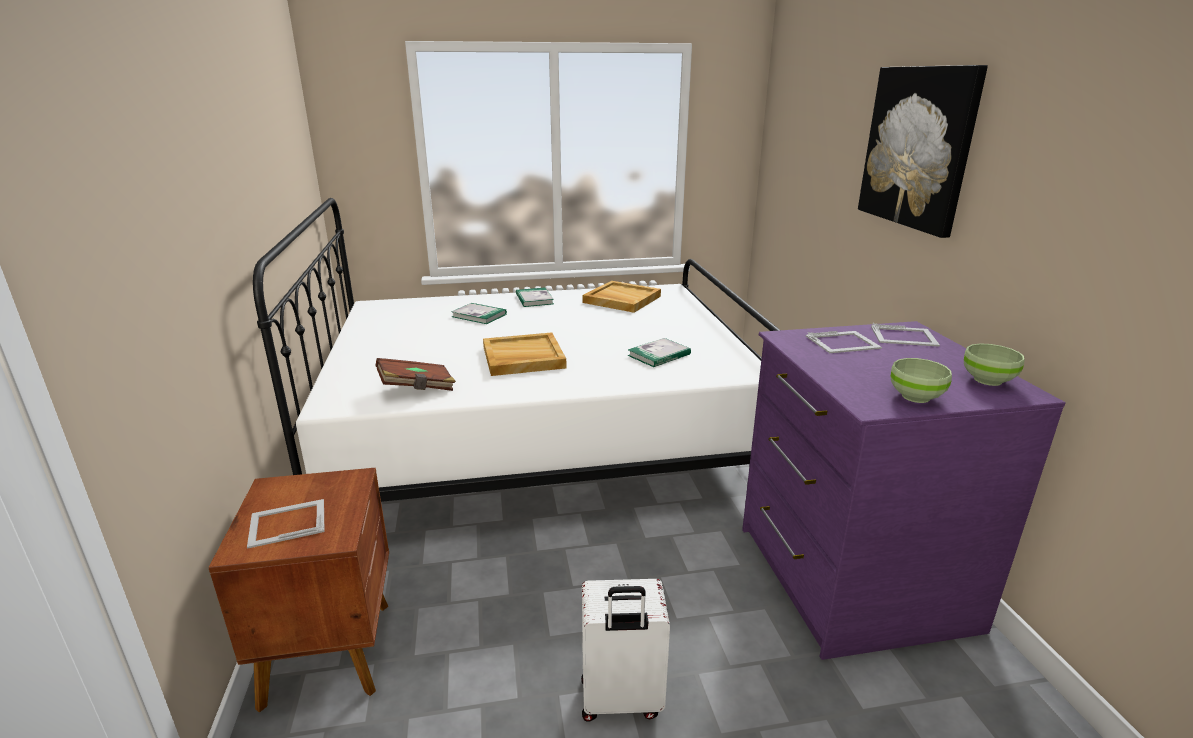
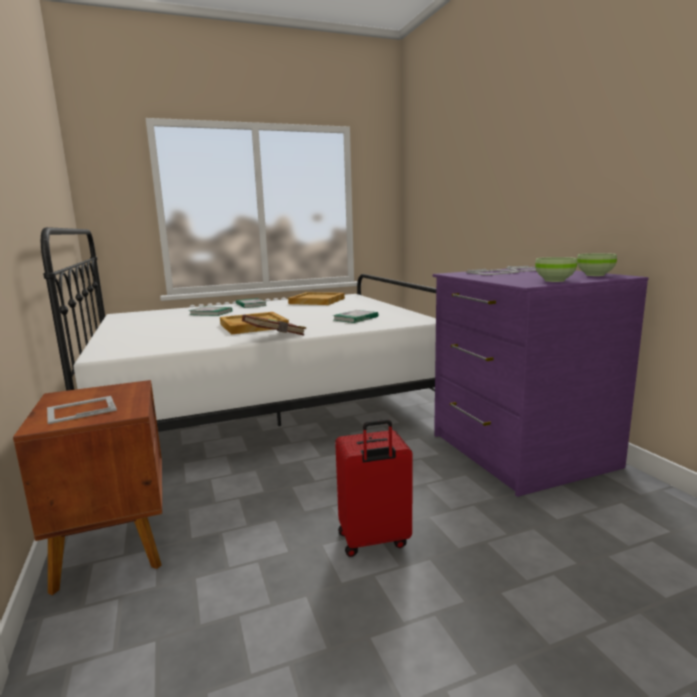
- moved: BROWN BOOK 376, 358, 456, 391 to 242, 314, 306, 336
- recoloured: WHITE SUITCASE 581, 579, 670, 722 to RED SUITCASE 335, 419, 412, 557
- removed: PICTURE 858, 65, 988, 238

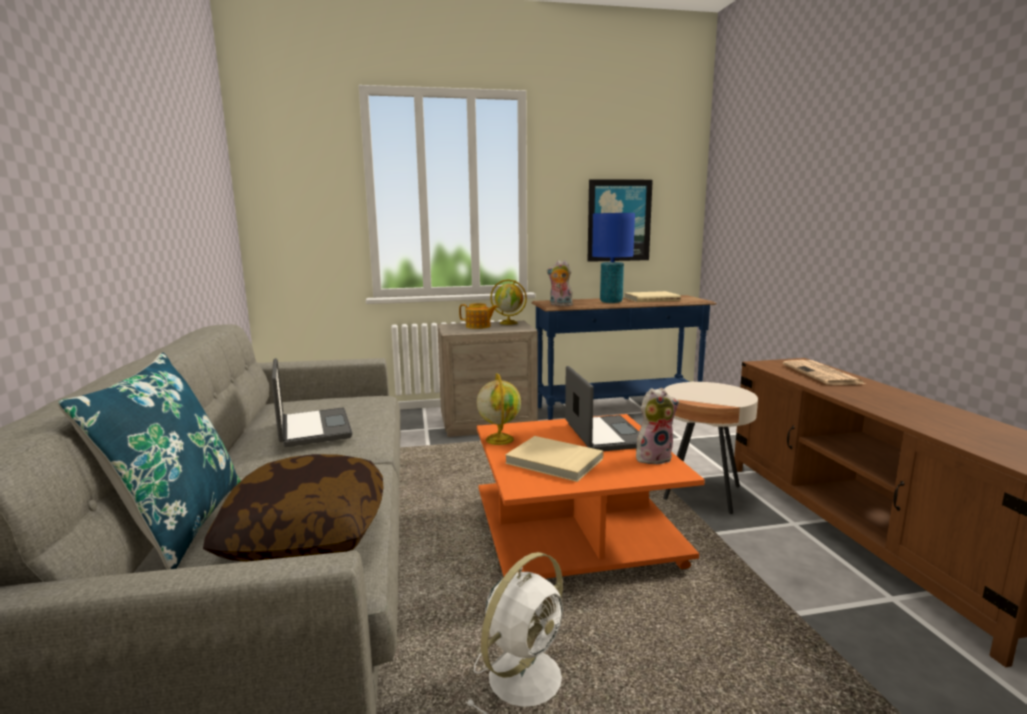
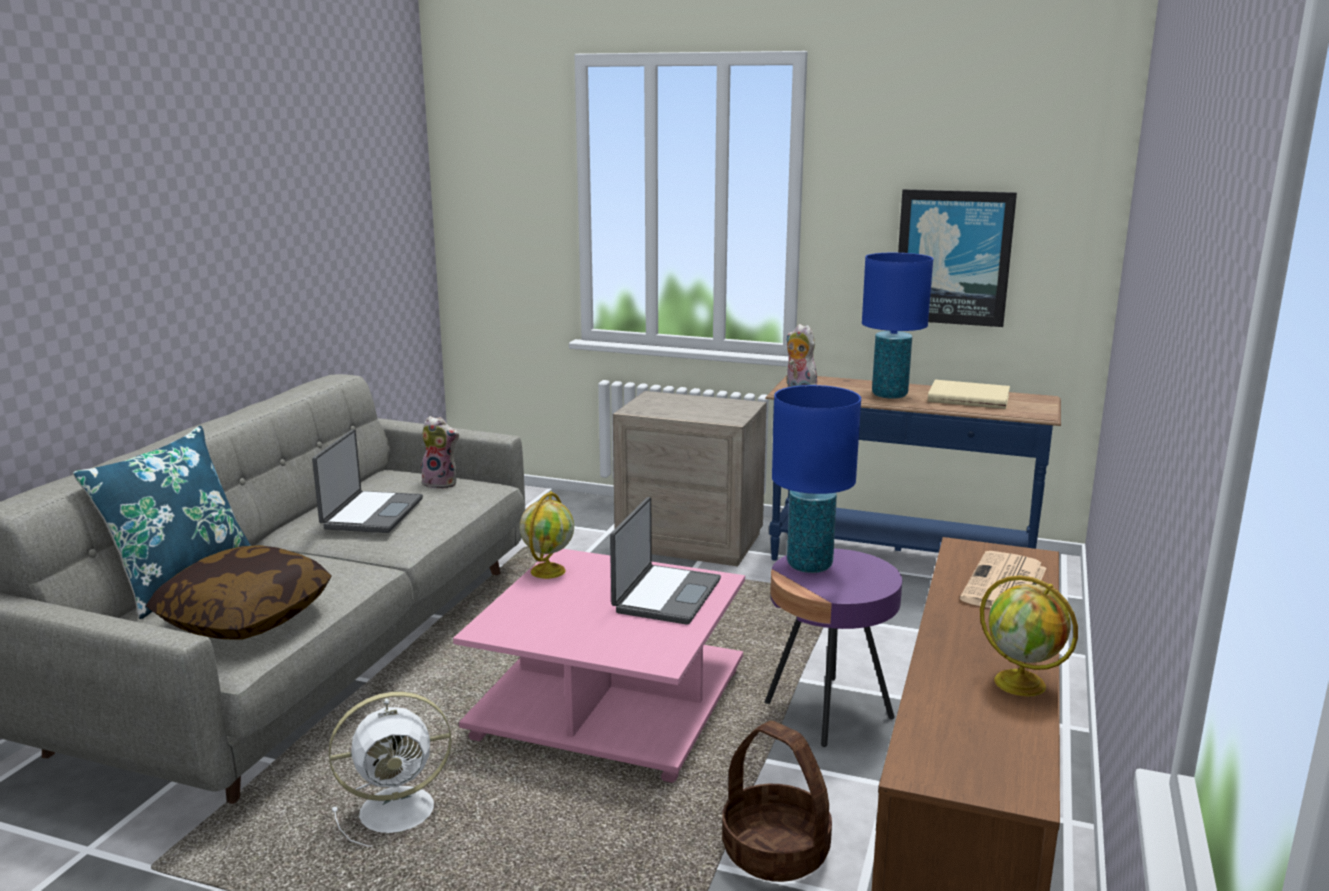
- removed: TEAPOT 459, 303, 498, 329
- recoloured: ORANGE COFFEE TABLE 477, 414, 705, 579 to PINK COFFEE TABLE 453, 549, 745, 783
- moved: GLOBE 490, 279, 527, 325 to 980, 575, 1078, 697
- removed: BEIGE BOOK 505, 436, 604, 482
- moved: PLUSH TOY 636, 388, 679, 465 to 421, 416, 459, 489
- recoloured: BEIGE SIDE TABLE 663, 382, 758, 514 to PURPLE SIDE TABLE 765, 549, 902, 747
- added: BASKET 722, 721, 832, 882
- added: BLUE TABLE LAMP 772, 385, 861, 573

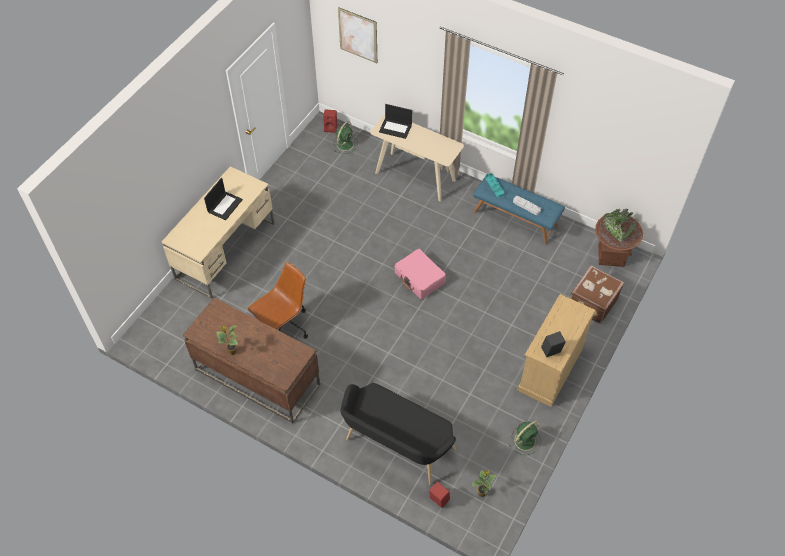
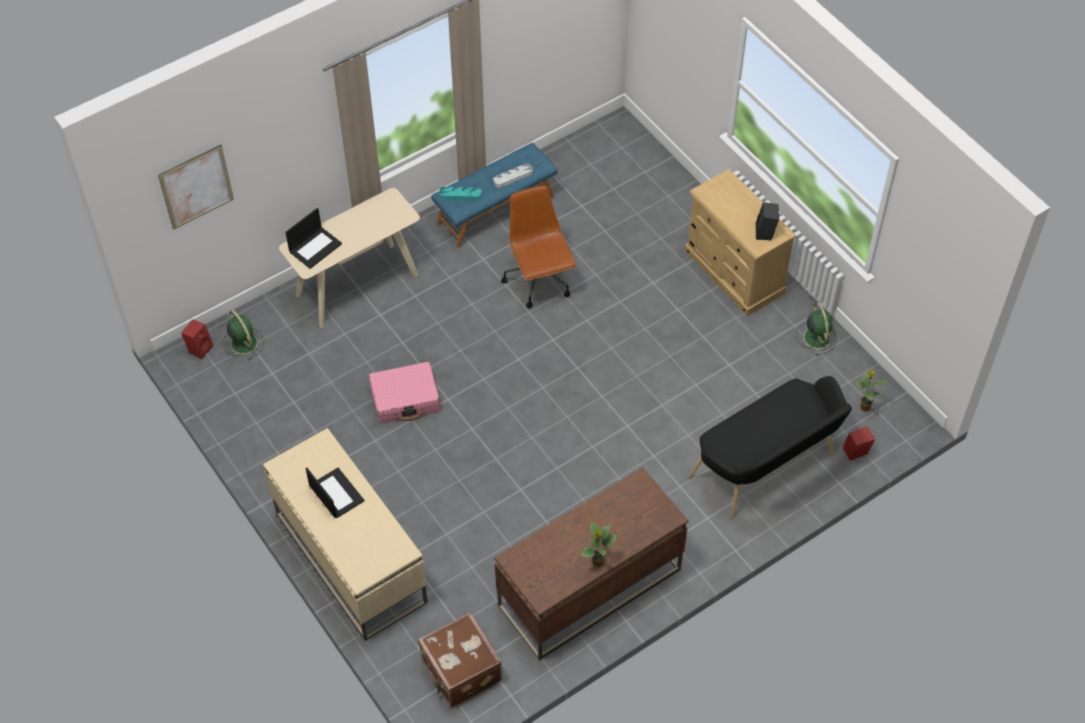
- moved: BROWN OFFICE CHAIR 248, 262, 308, 339 to 501, 186, 576, 308
- moved: PINK SUITCASE 394, 248, 446, 299 to 369, 362, 441, 423
- moved: BROWN SUITCASE 570, 265, 624, 324 to 418, 613, 502, 707
- removed: BROWN PLANTER 595, 209, 643, 267

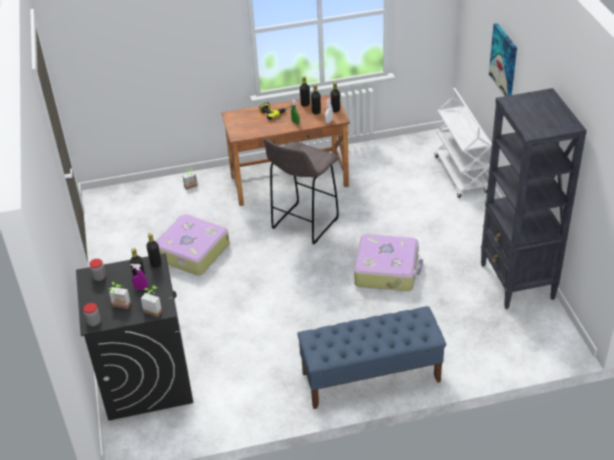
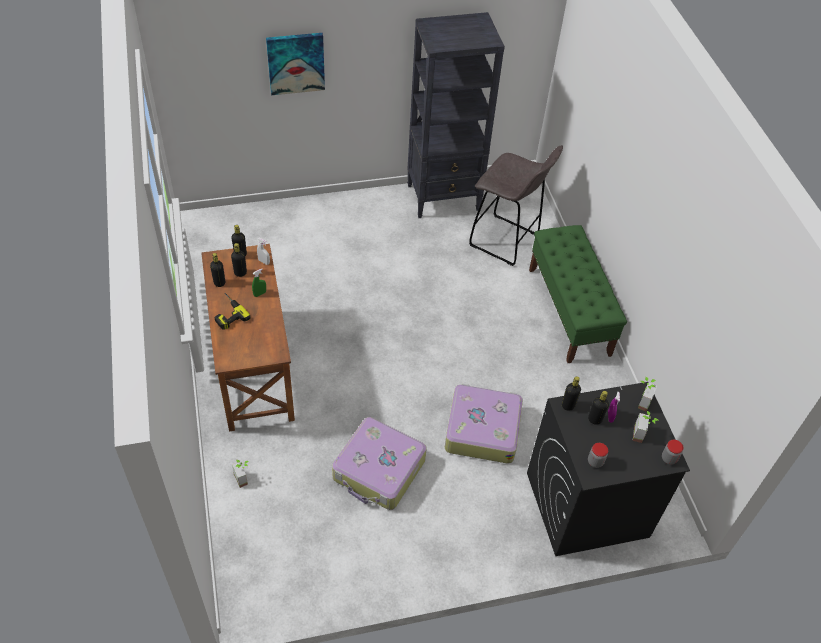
- moved: GREY STOOL 264, 139, 339, 245 to 469, 145, 563, 266
- recoloured: BLUE BENCH 297, 306, 446, 409 to GREEN BENCH 529, 225, 627, 363
- moved: SUITCASE 354, 234, 423, 291 to 445, 384, 523, 463
- removed: WHITE CART 434, 88, 492, 198

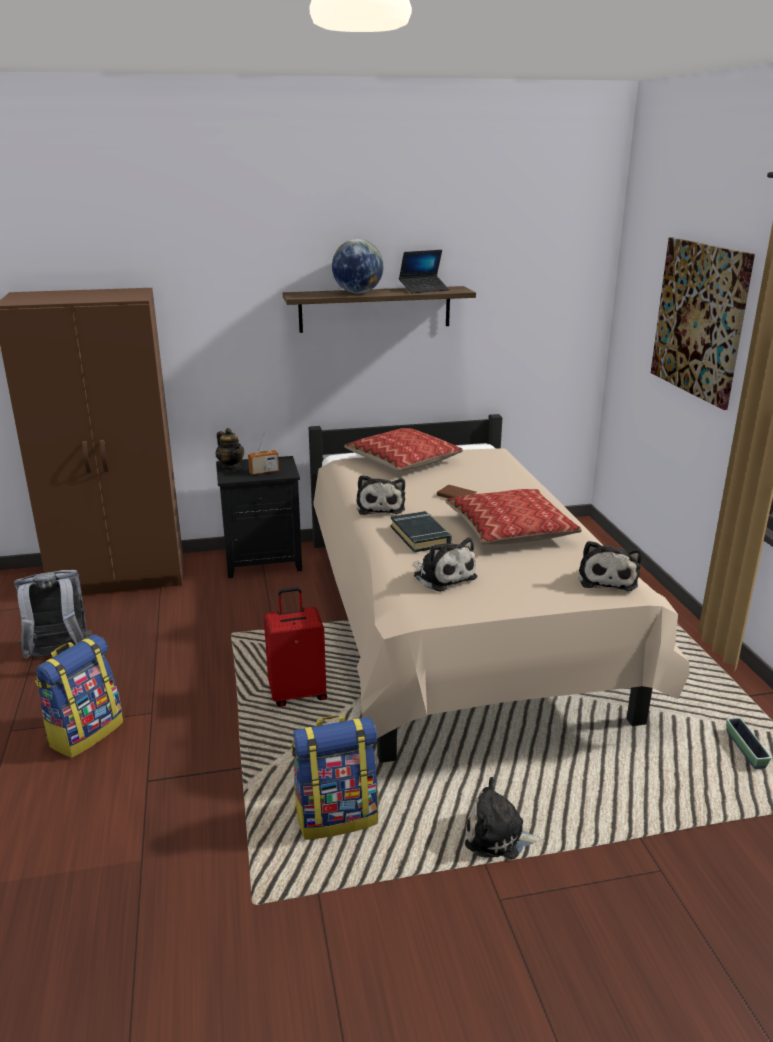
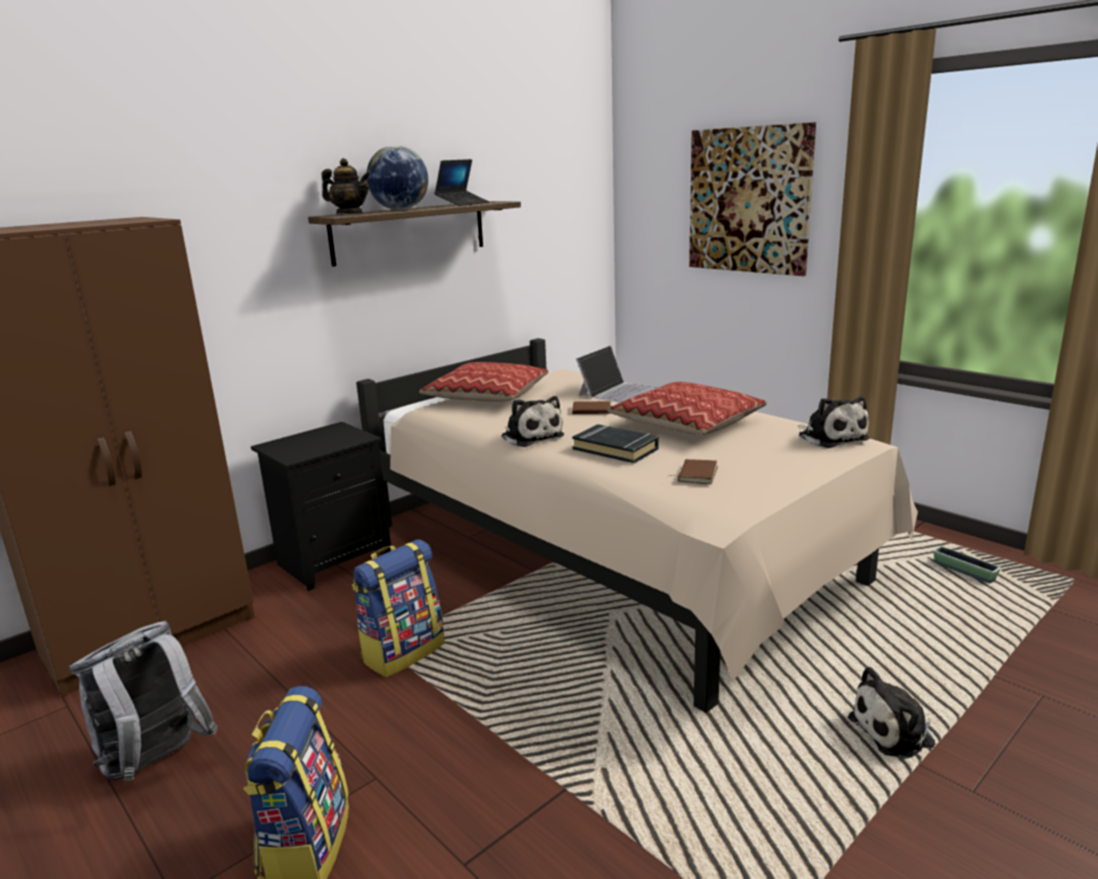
- moved: TEAPOT 215, 428, 244, 470 to 322, 158, 370, 214
- removed: RADIO 248, 434, 279, 475
- removed: RED SUITCASE 264, 587, 327, 707
- moved: BACKPACK 292, 715, 378, 840 to 352, 539, 445, 677
- replaced: PLUSH TOY 414, 538, 477, 592 to BROWN BOOK 669, 459, 718, 485
- added: LAPTOP 576, 345, 657, 403

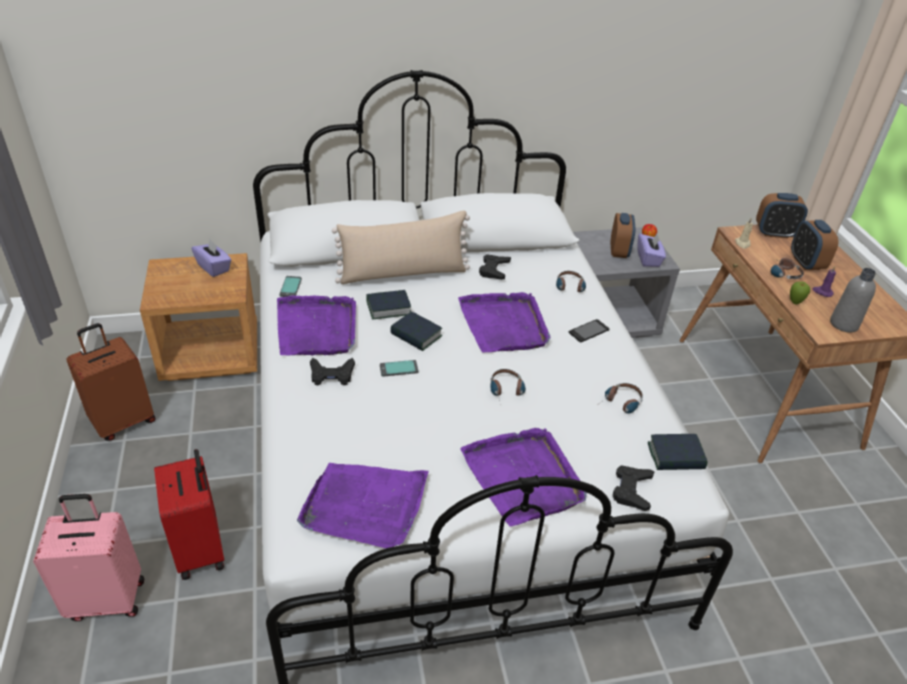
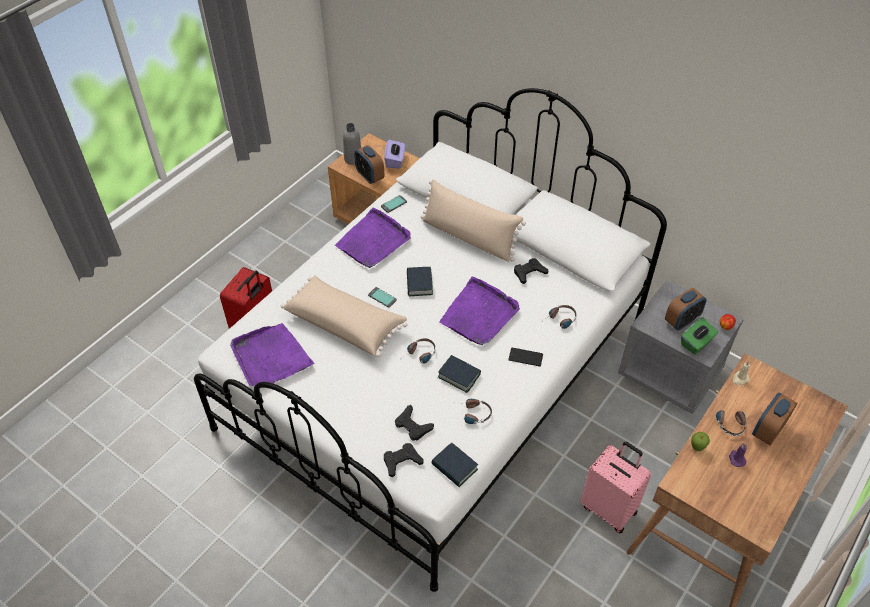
- moved: PINK SUITCASE 33, 494, 144, 621 to 580, 442, 651, 534
- removed: BROWN SUITCASE 67, 323, 156, 441
- moved: BLACK GAME CONTROLLER 310, 358, 355, 386 to 395, 405, 434, 441
- moved: BOOK 366, 290, 411, 319 to 438, 355, 481, 393
- removed: PURPLE TRAY 460, 428, 587, 526
- recoloured: PURPLE TISSUE BOX 637, 232, 666, 267 to GREEN TISSUE BOX 681, 317, 718, 354
- moved: ALARM CLOCK 756, 193, 808, 239 to 354, 145, 384, 184
- moved: GREY BOTTLE 830, 268, 876, 333 to 343, 123, 361, 165
- added: BEIGE PILLOW 281, 275, 408, 357

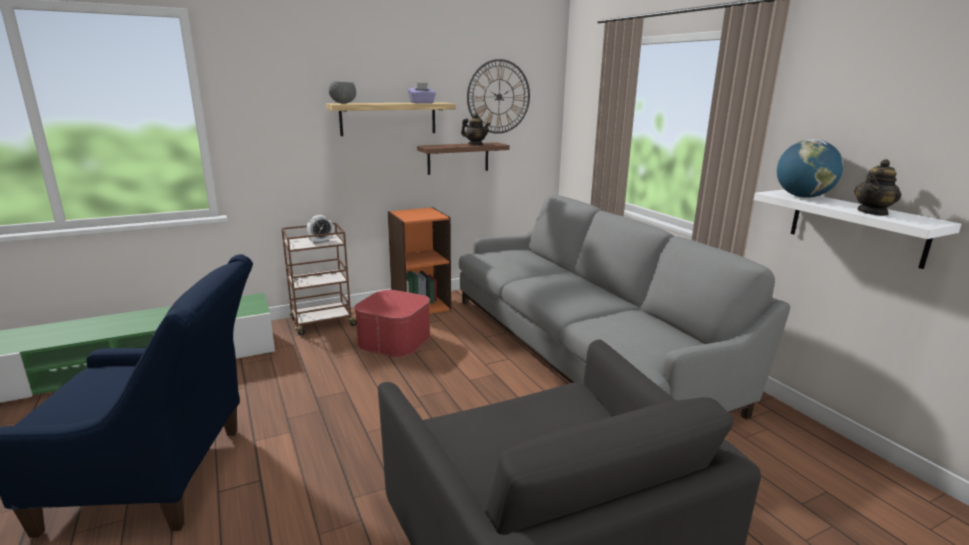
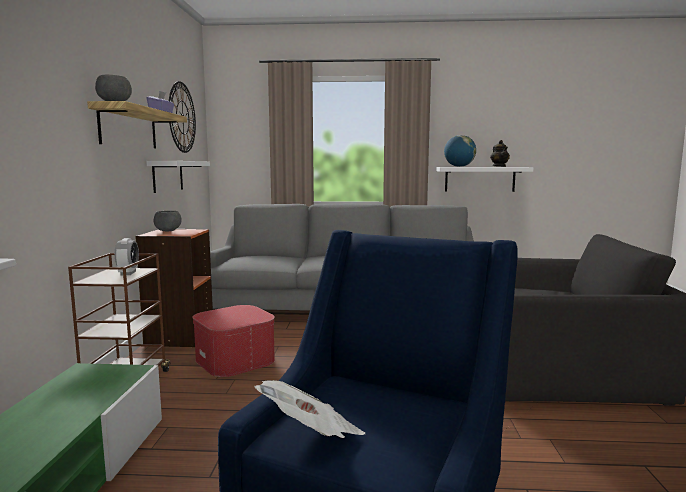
- recoloured: BROWN SHELF 417, 142, 510, 175 to WHITE SHELF 146, 161, 210, 193
- removed: TEAPOT 461, 114, 490, 145
- added: GREY BOWL 154, 211, 181, 231
- added: NEWSPAPER 254, 380, 365, 438

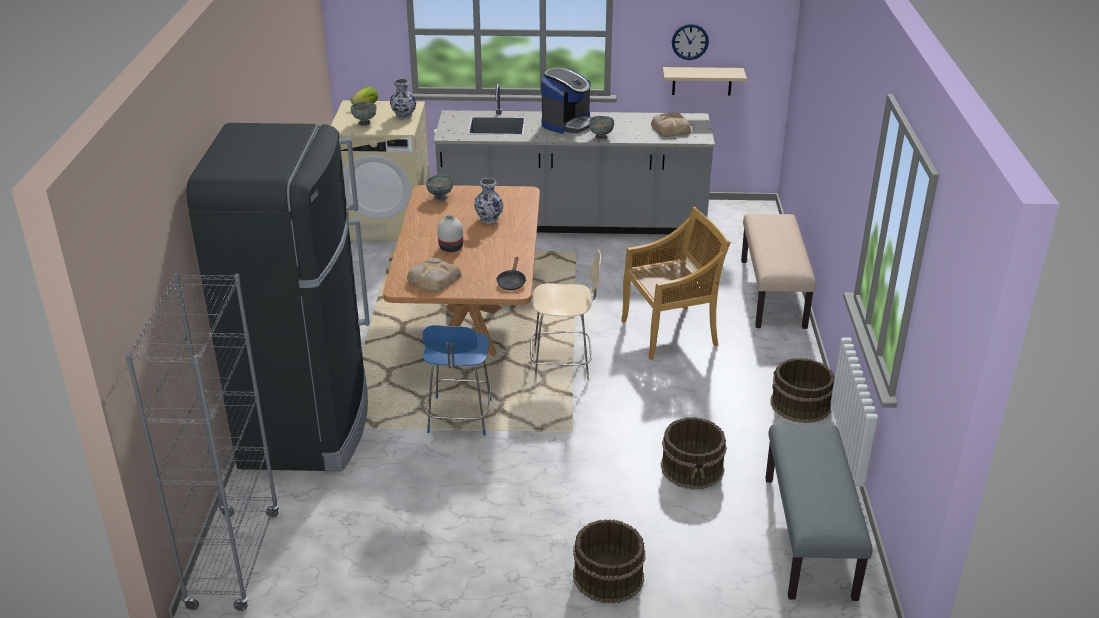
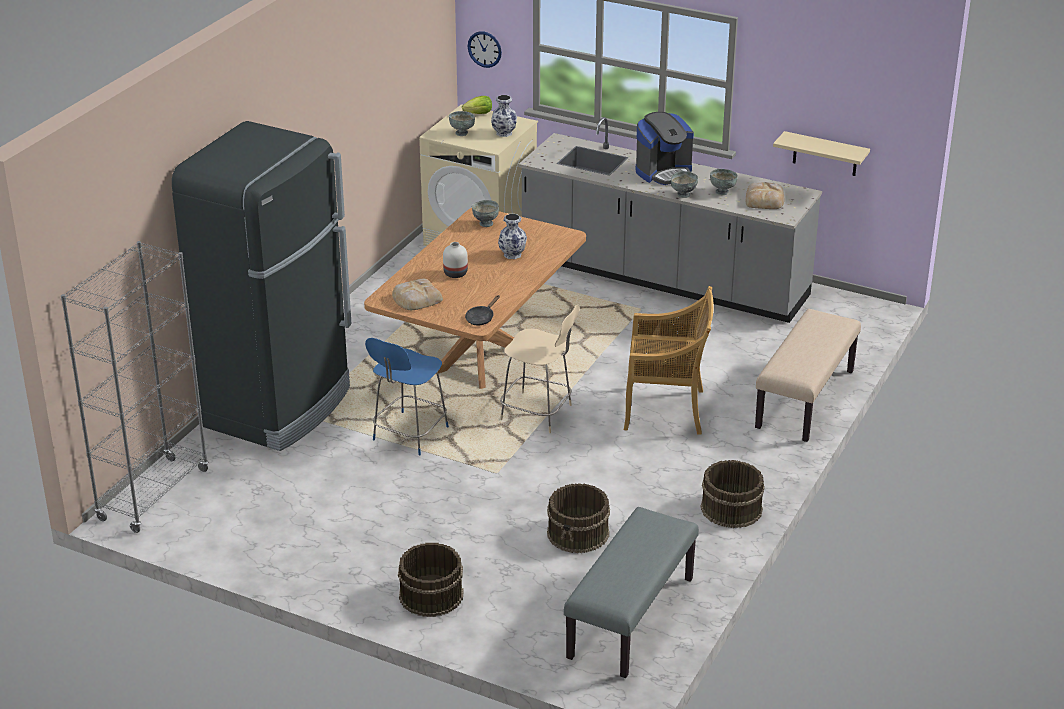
- moved: WALL CLOCK 672, 24, 709, 60 to 467, 31, 502, 68
- added: GREY BOWL 710, 169, 738, 195

